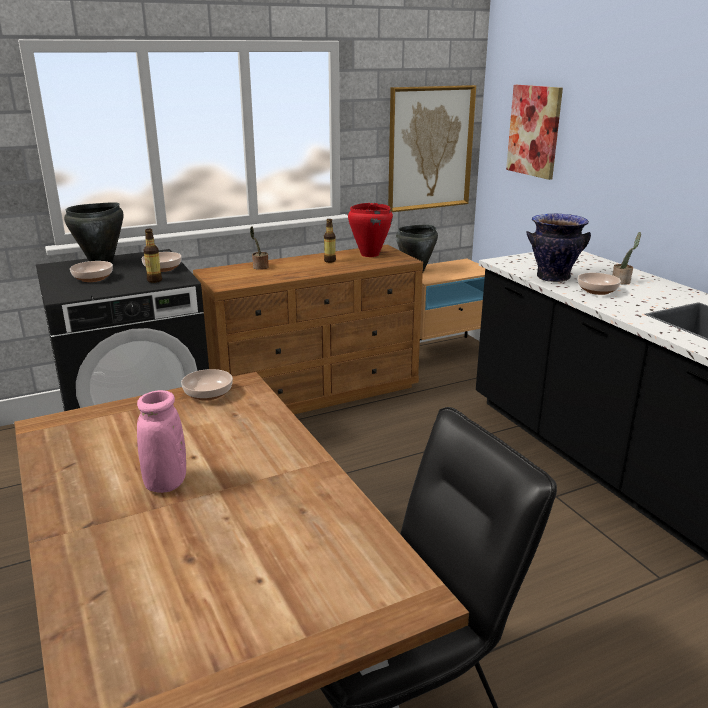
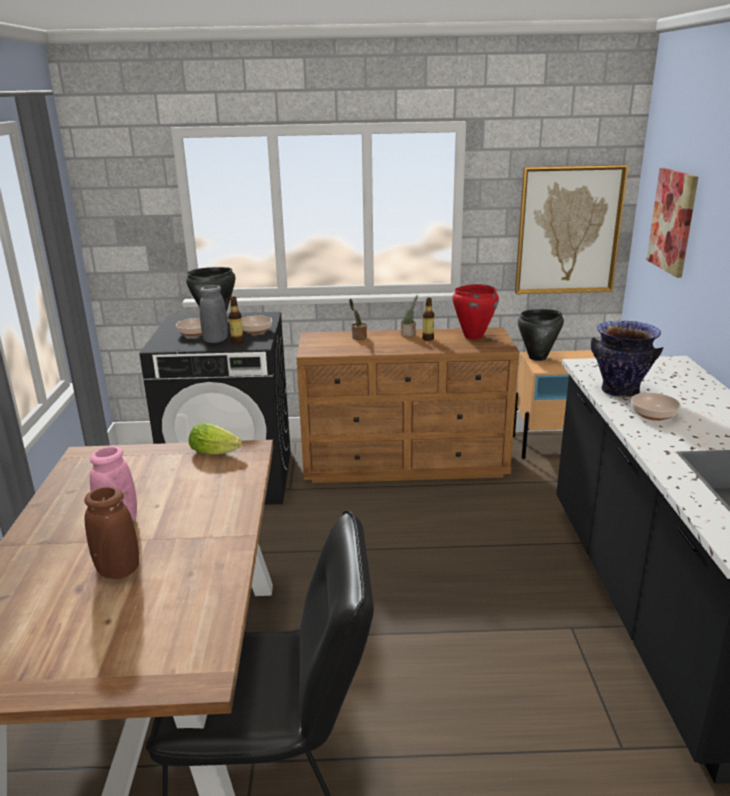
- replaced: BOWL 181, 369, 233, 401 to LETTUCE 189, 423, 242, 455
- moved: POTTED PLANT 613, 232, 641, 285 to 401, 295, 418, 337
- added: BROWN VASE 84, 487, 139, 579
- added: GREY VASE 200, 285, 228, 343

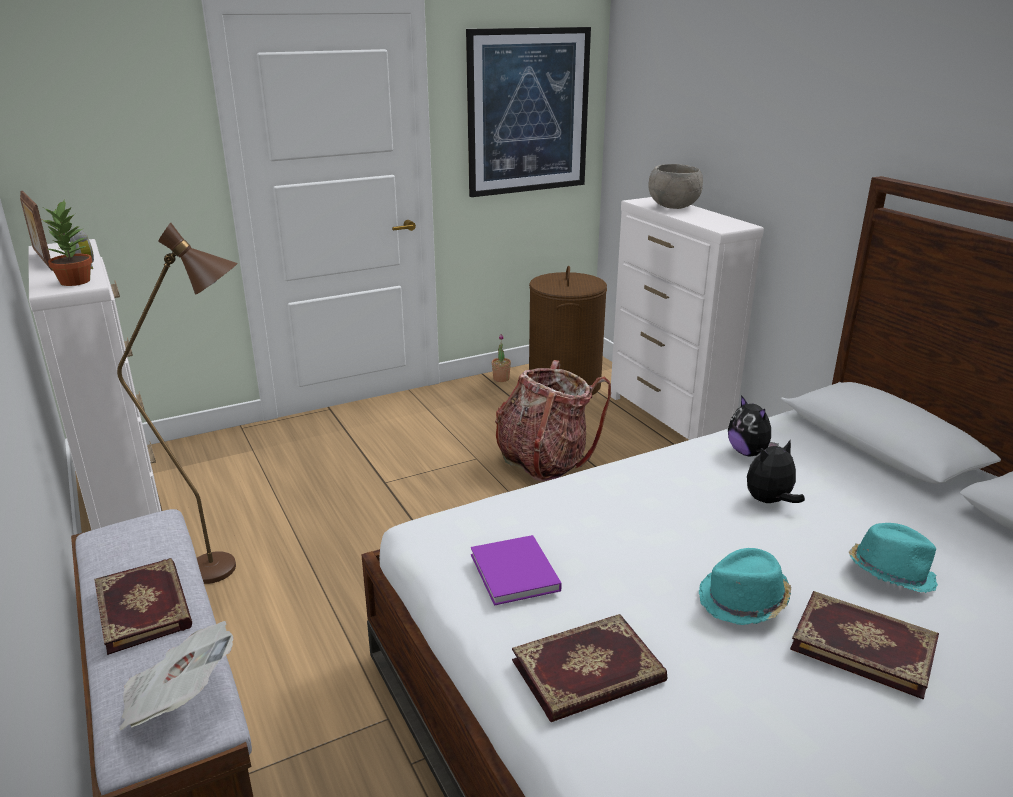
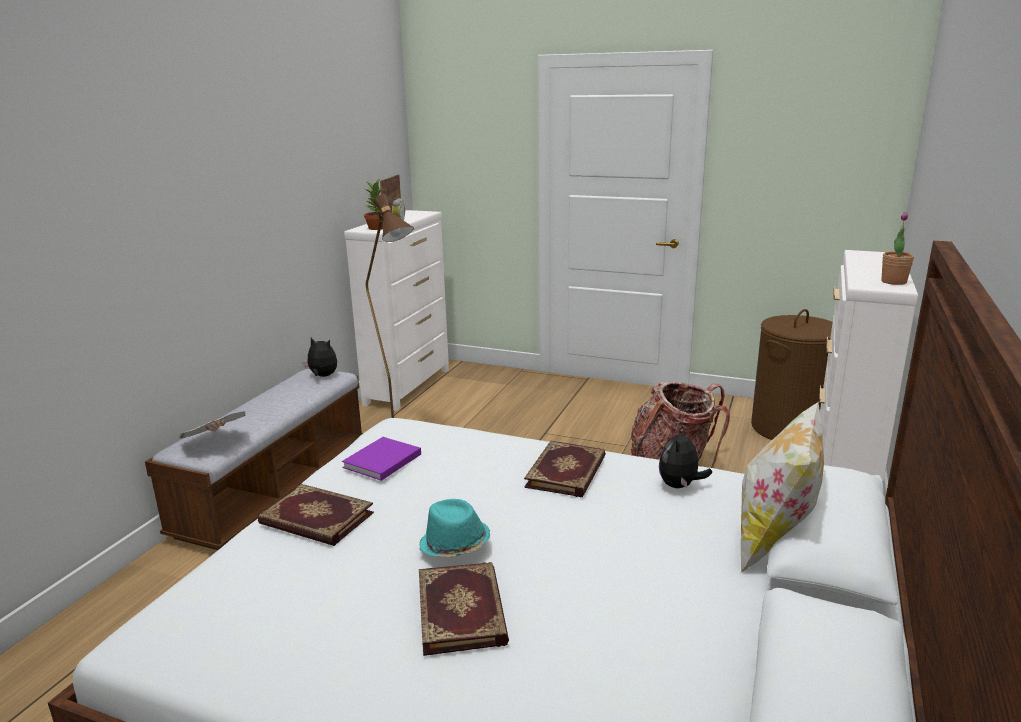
- moved: BOOK 94, 558, 192, 655 to 524, 441, 606, 497
- removed: PICTURE 466, 27, 591, 197
- moved: POTTED PLANT 492, 334, 511, 382 to 881, 212, 914, 285
- removed: GREY BOWL 649, 164, 703, 209
- moved: PLUSH TOY 747, 440, 805, 503 to 302, 338, 337, 377
- removed: TURQUOISE HAT 849, 523, 938, 593
- added: PILLOW 741, 401, 824, 573

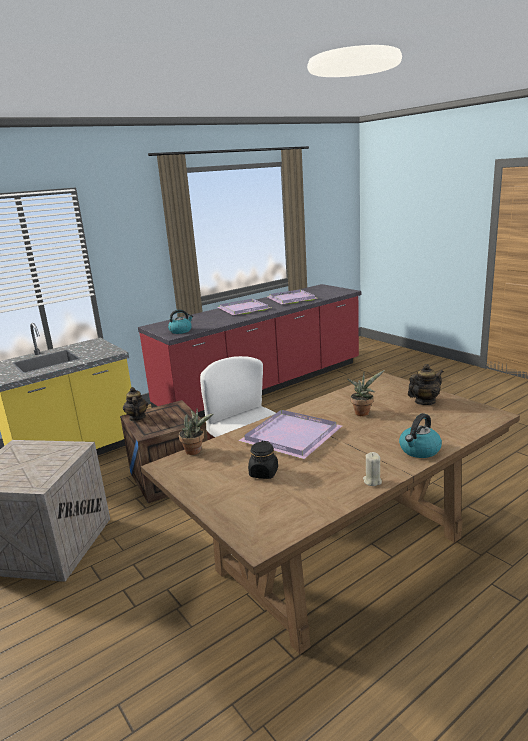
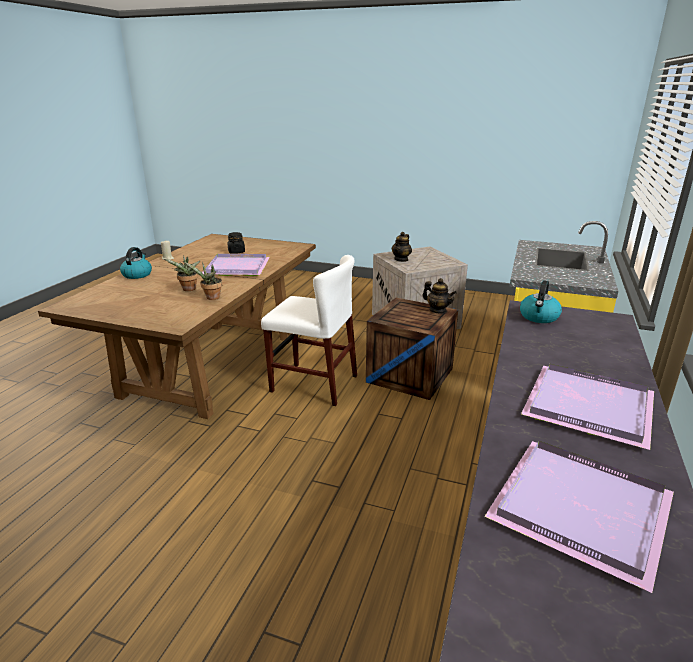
- moved: POTTED PLANT 179, 409, 214, 455 to 183, 261, 223, 300
- moved: TEAPOT 408, 364, 444, 405 to 391, 232, 412, 262

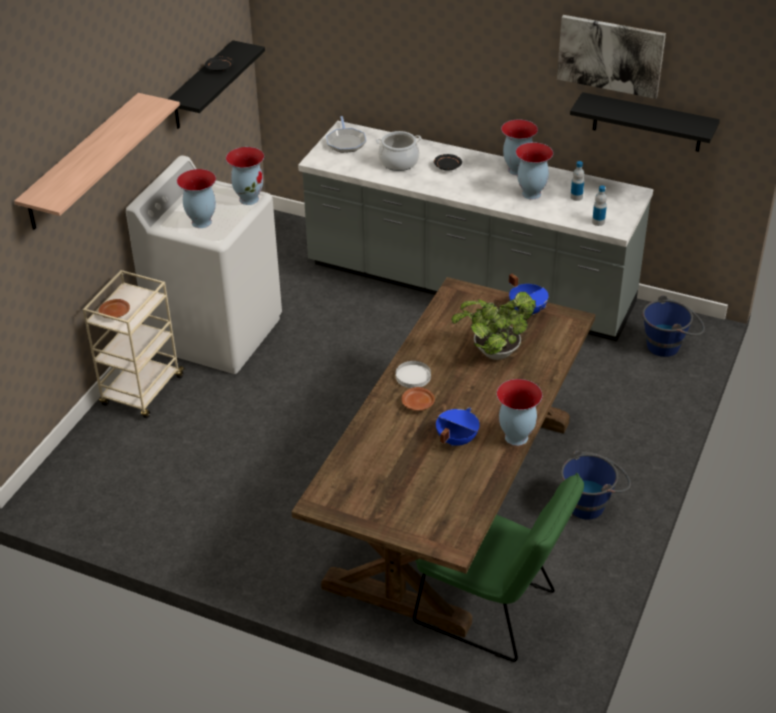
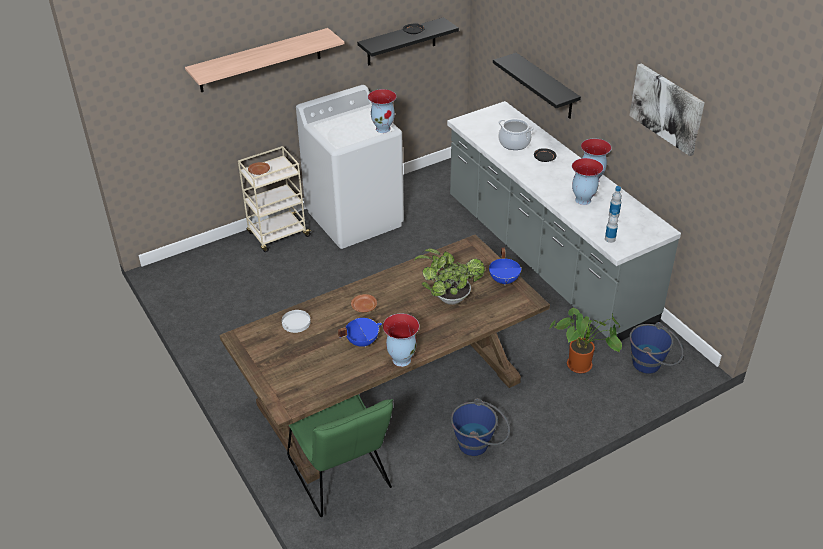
- removed: VASE 177, 169, 216, 228
- removed: FRYING PAN 326, 116, 366, 153
- moved: WHITE PLATE 396, 361, 431, 388 to 282, 310, 311, 333
- moved: BLACK SHELF 570, 92, 720, 152 to 493, 53, 581, 119
- added: POTTED PLANT 549, 308, 622, 373

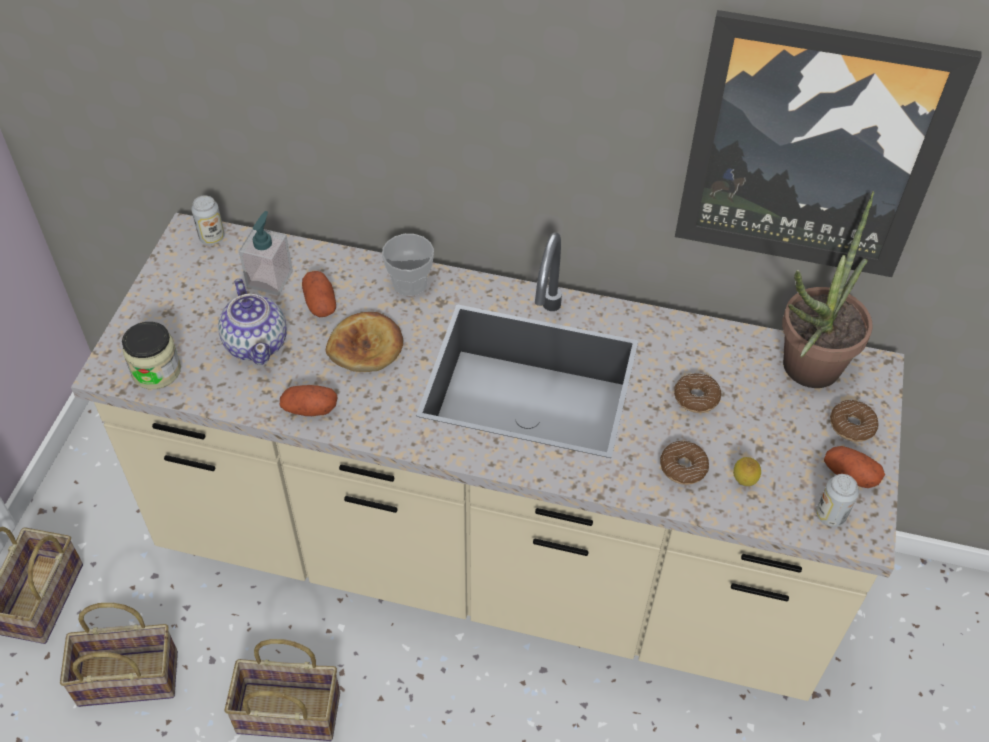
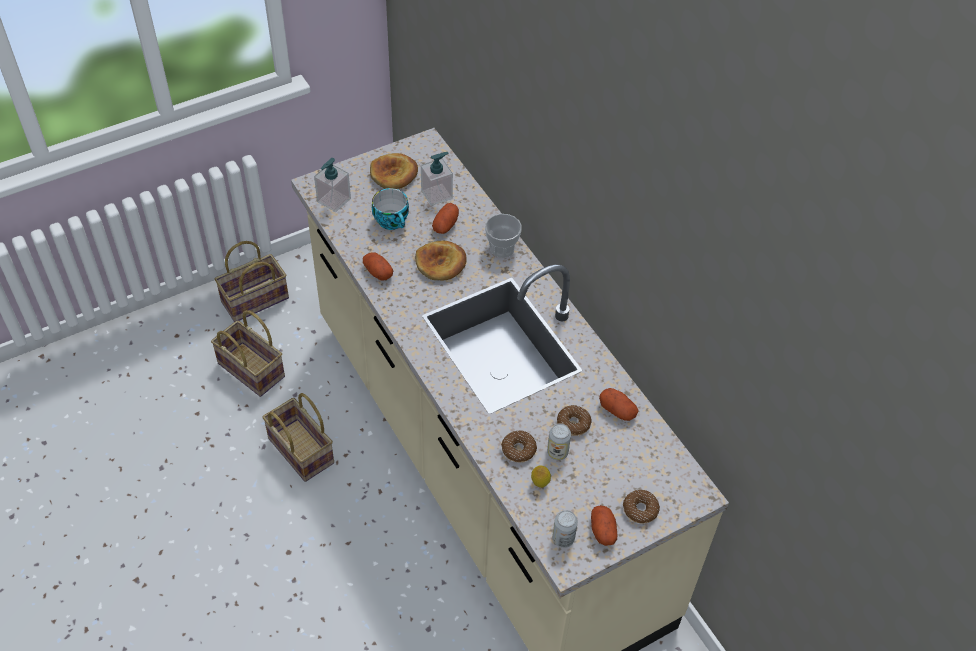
- replaced: JAR 122, 322, 181, 389 to SOAP DISPENSER 314, 158, 351, 212
- moved: CAN 191, 195, 225, 245 to 547, 423, 571, 460
- replaced: TEAPOT 218, 279, 287, 365 to CUP 372, 188, 409, 230
- removed: PICTURE 675, 10, 982, 277
- removed: POTTED PLANT 782, 191, 874, 388
- added: BREAD 370, 153, 418, 189
- added: POTATO 599, 388, 638, 421

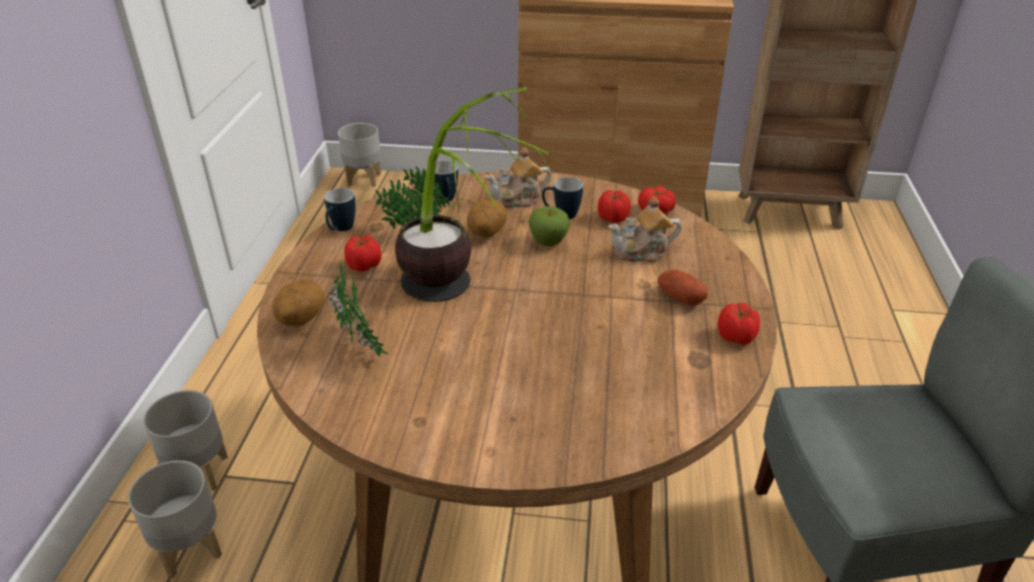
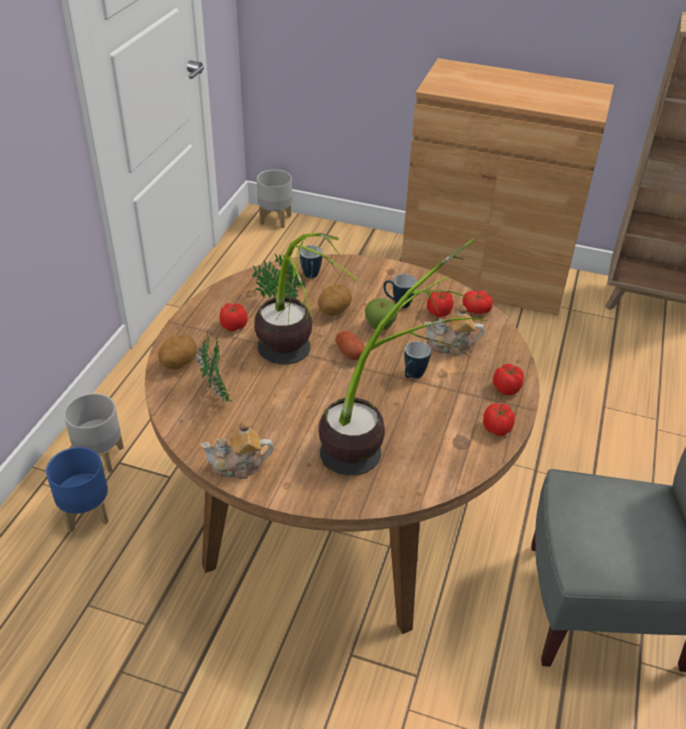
- recoloured: GREY PLANTER 128, 460, 222, 578 to BLUE PLANTER 46, 447, 109, 533
- moved: MUG 324, 188, 355, 231 to 404, 341, 431, 378
- moved: TEAPOT 485, 148, 551, 208 to 201, 421, 274, 479
- moved: POTATO 658, 270, 708, 306 to 336, 331, 365, 360
- added: POTTED PLANT 319, 239, 487, 476
- added: TOMATO 493, 364, 524, 395

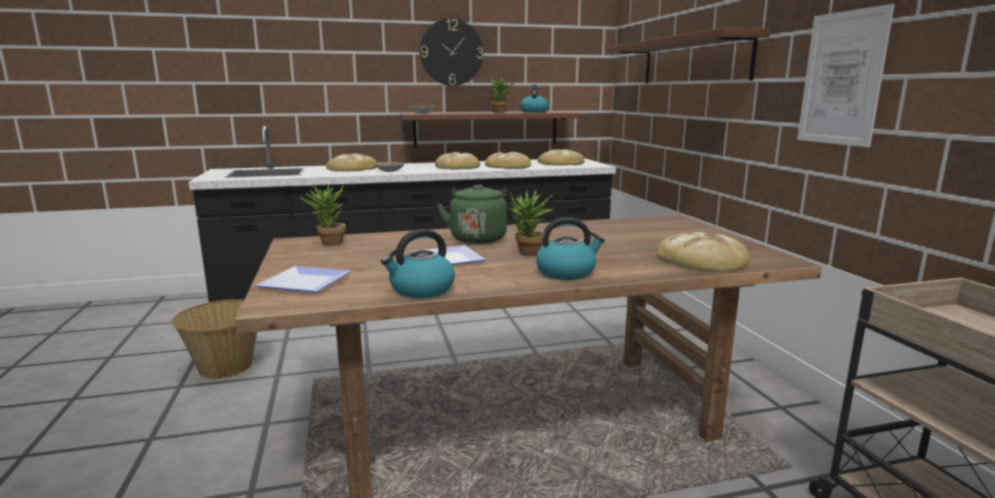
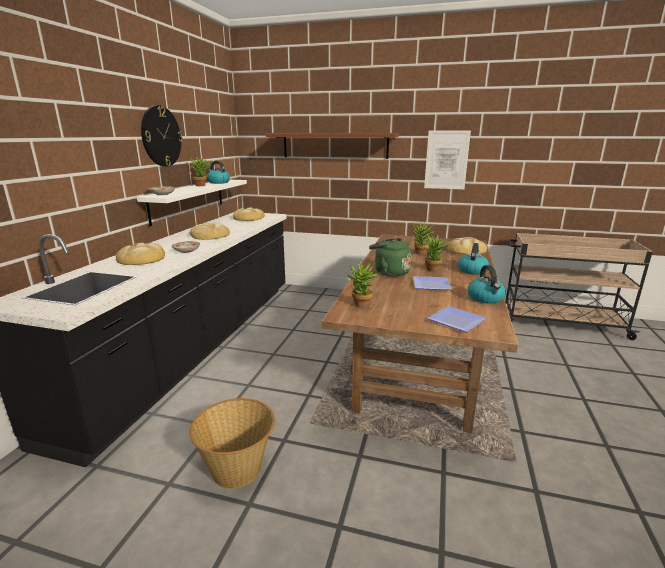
- recoloured: BROWN SHELF 400, 112, 580, 147 to WHITE SHELF 137, 180, 247, 226
- removed: BREAD 485, 152, 531, 169
- added: POTTED PLANT 413, 222, 434, 255

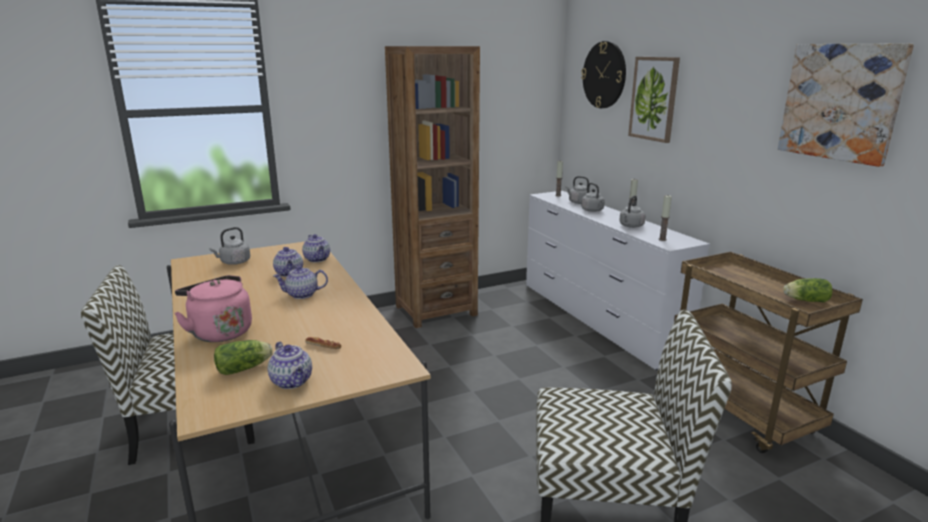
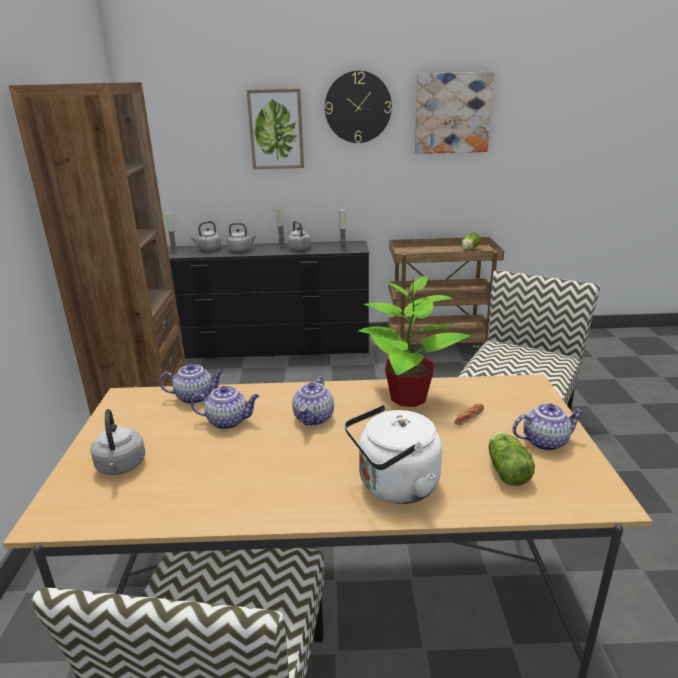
- recoloured: PINK KETTLE 174, 275, 252, 342 to WHITE KETTLE 344, 405, 442, 504
- recoloured: WHITE DRESSER 526, 191, 710, 370 to BLACK DRESSER 167, 241, 369, 359
- moved: WALL CLOCK 581, 41, 626, 108 to 325, 71, 392, 143
- added: POTTED PLANT 358, 275, 470, 407

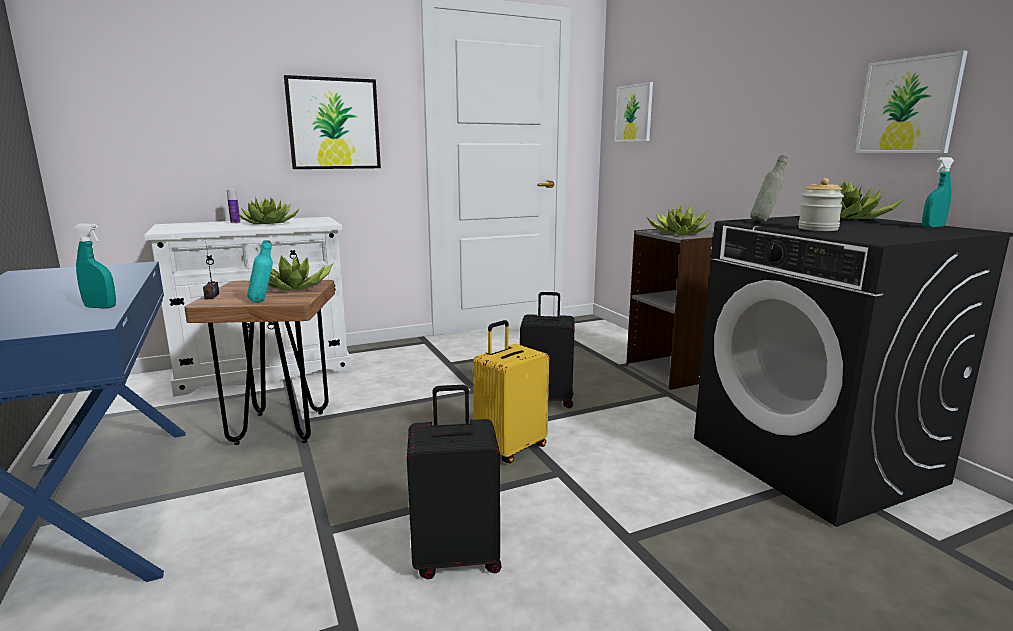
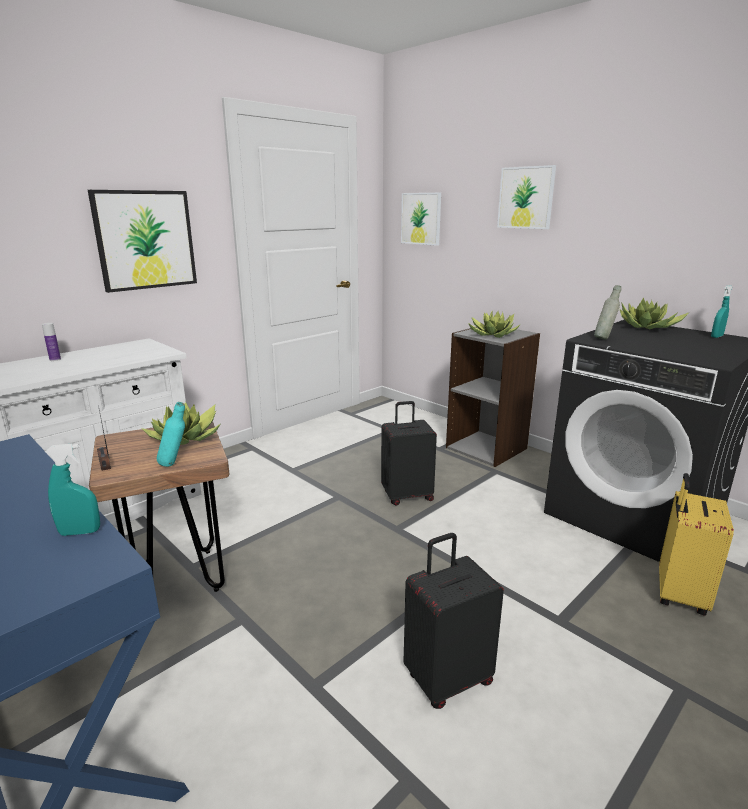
- removed: POTTED PLANT 236, 197, 300, 224
- moved: YELLOW SUITCASE 473, 320, 549, 464 to 659, 473, 734, 616
- removed: JAR 798, 178, 844, 231
- moved: PICTURE 855, 51, 968, 153 to 497, 165, 556, 229

